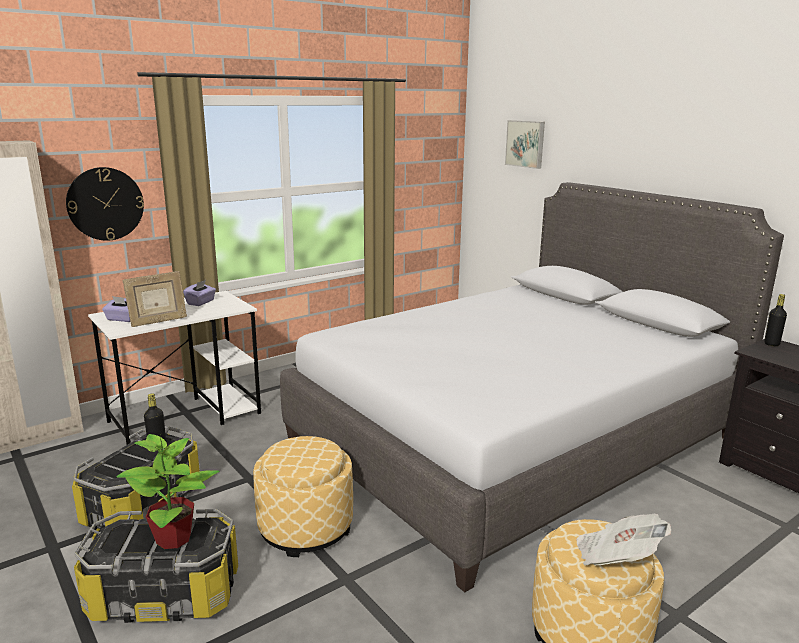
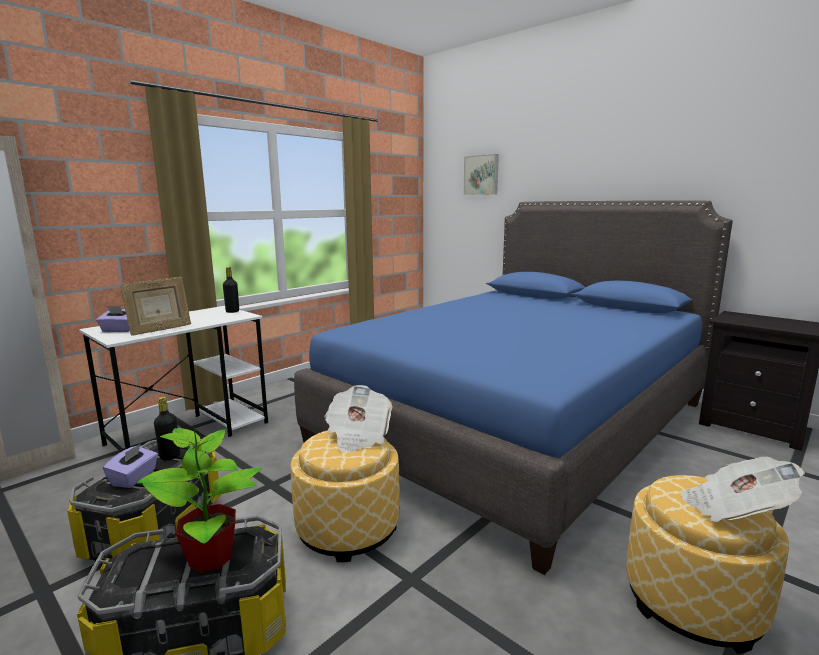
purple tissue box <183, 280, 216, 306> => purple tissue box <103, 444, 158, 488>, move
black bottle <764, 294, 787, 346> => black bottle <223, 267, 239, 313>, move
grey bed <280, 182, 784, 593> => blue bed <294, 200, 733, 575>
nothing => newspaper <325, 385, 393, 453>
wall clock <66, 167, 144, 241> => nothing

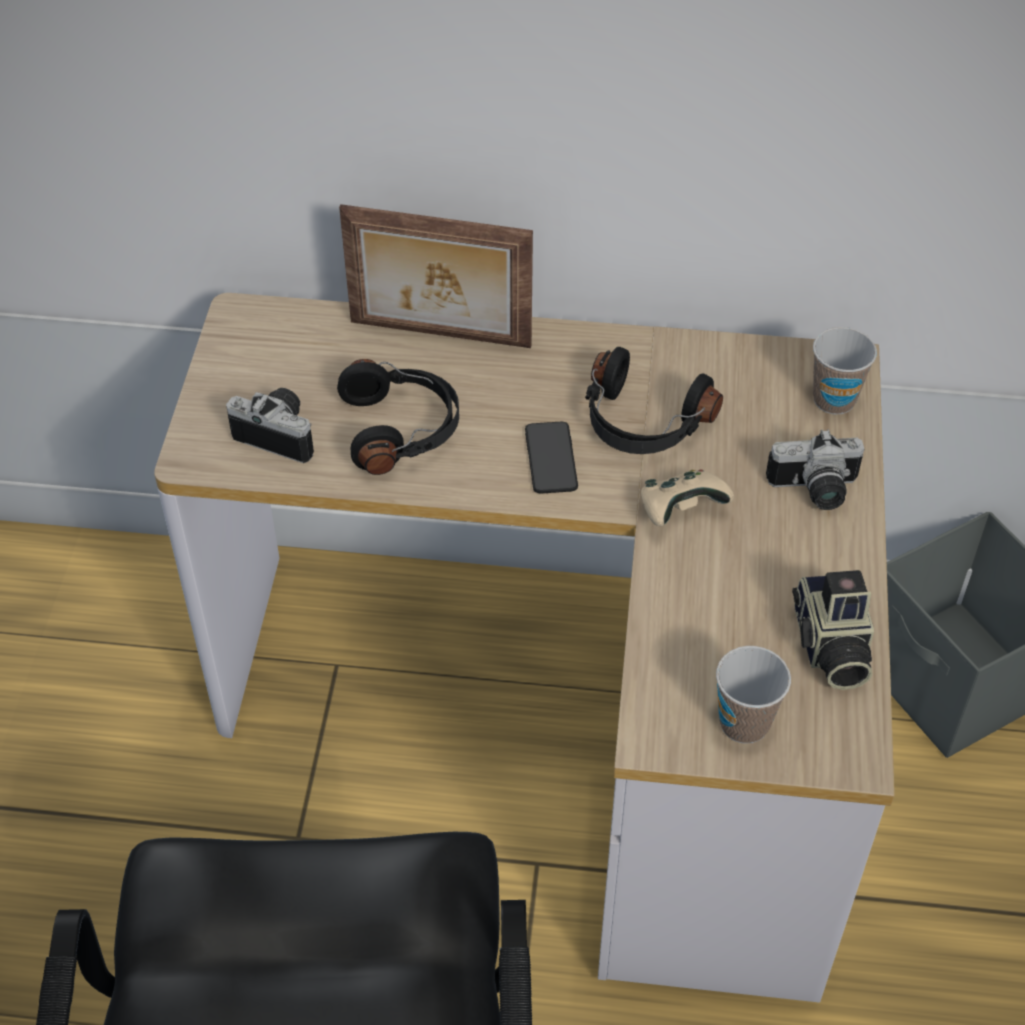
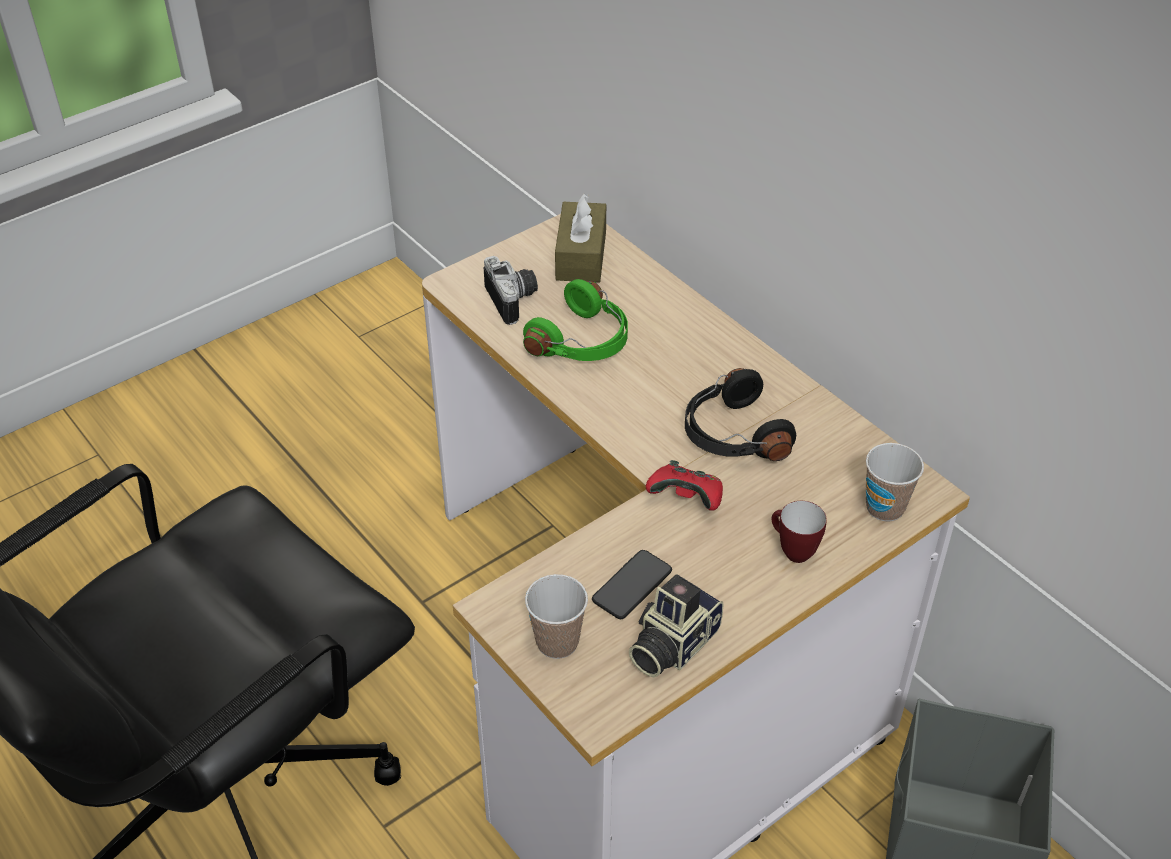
black headphones <337, 359, 459, 475> => green headphones <523, 279, 628, 361>
nothing => brown tissue box <555, 194, 606, 283>
phone <525, 422, 578, 494> => phone <592, 550, 672, 619>, move
beige game controller <641, 470, 734, 526> => red game controller <646, 460, 723, 511>
photo camera <766, 429, 864, 510> => mug <772, 501, 827, 563>
picture frame <339, 204, 533, 348> => nothing

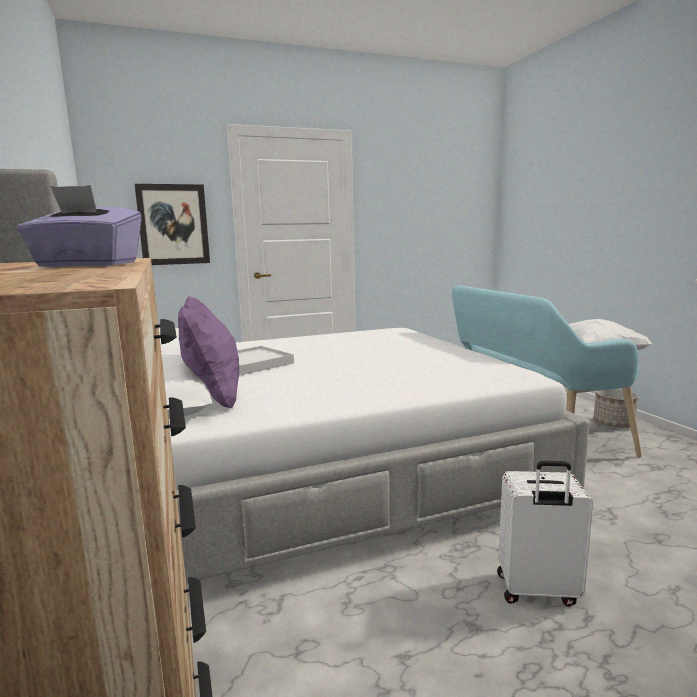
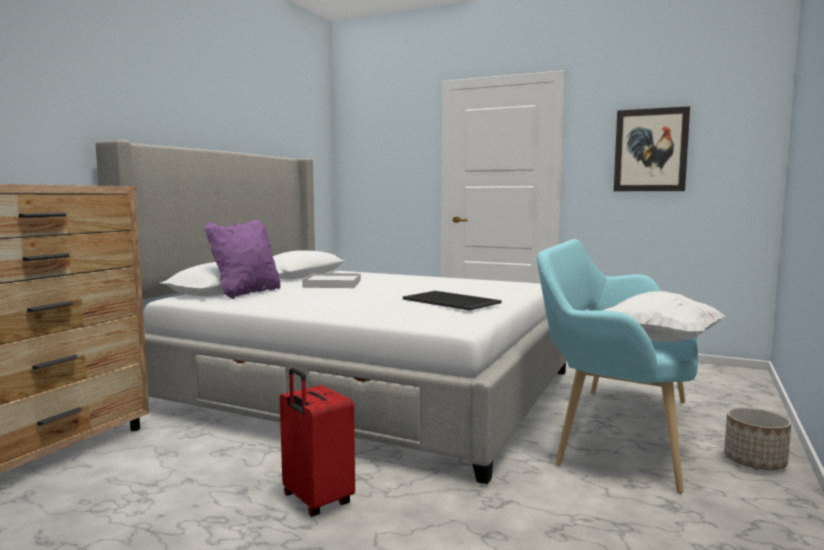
white suitcase <497, 461, 593, 607> => red suitcase <280, 368, 355, 516>
nothing => tray <403, 291, 501, 311>
picture <135, 184, 210, 265> => picture <614, 106, 690, 191>, move
purple tissue box <17, 185, 142, 267> => nothing

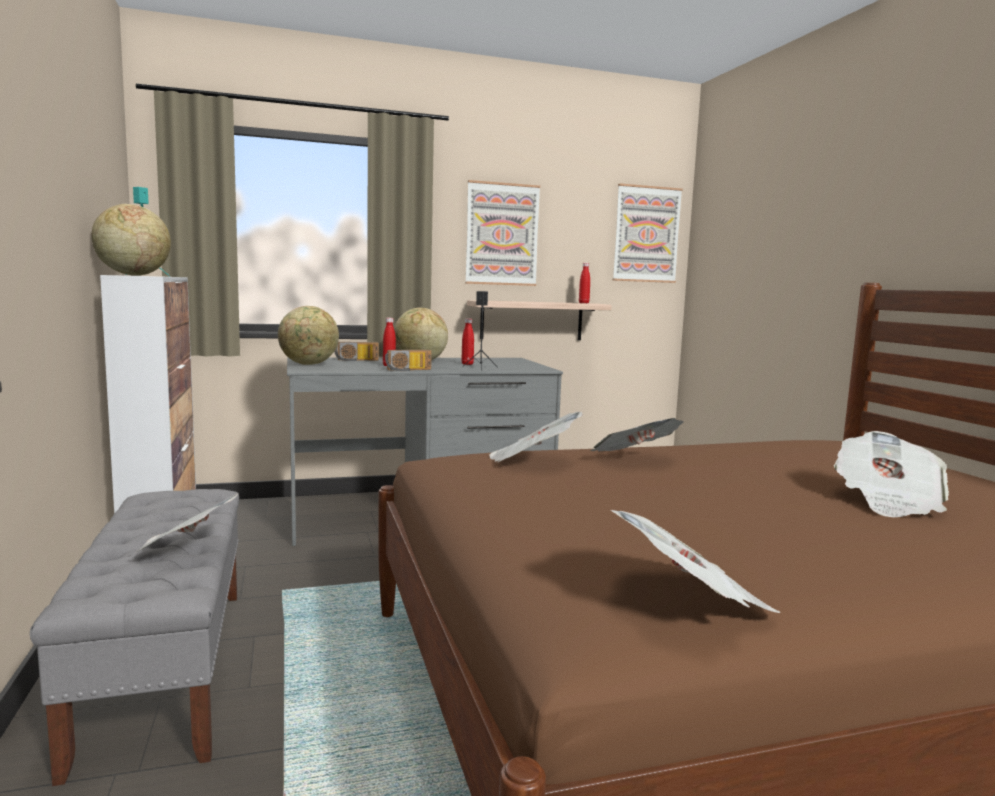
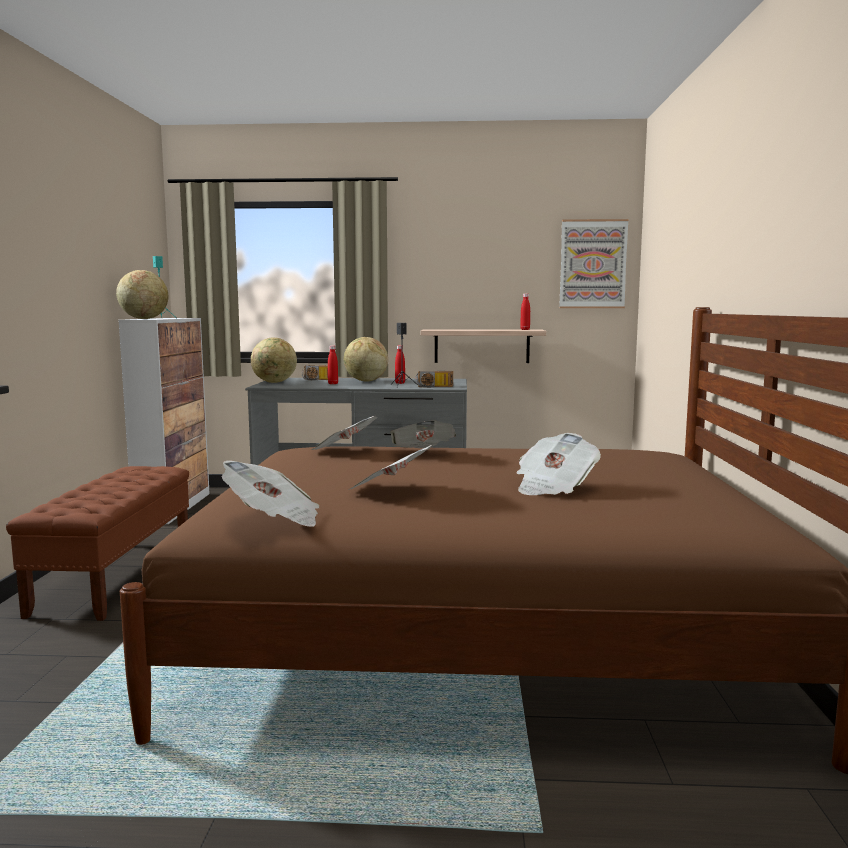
grey bench <30, 489, 239, 786> => brown bench <6, 466, 189, 621>
newspaper <135, 493, 238, 553> => newspaper <348, 445, 431, 490>, move
radio <385, 350, 431, 371> => radio <416, 371, 453, 388>, move
picture <465, 180, 540, 286> => nothing

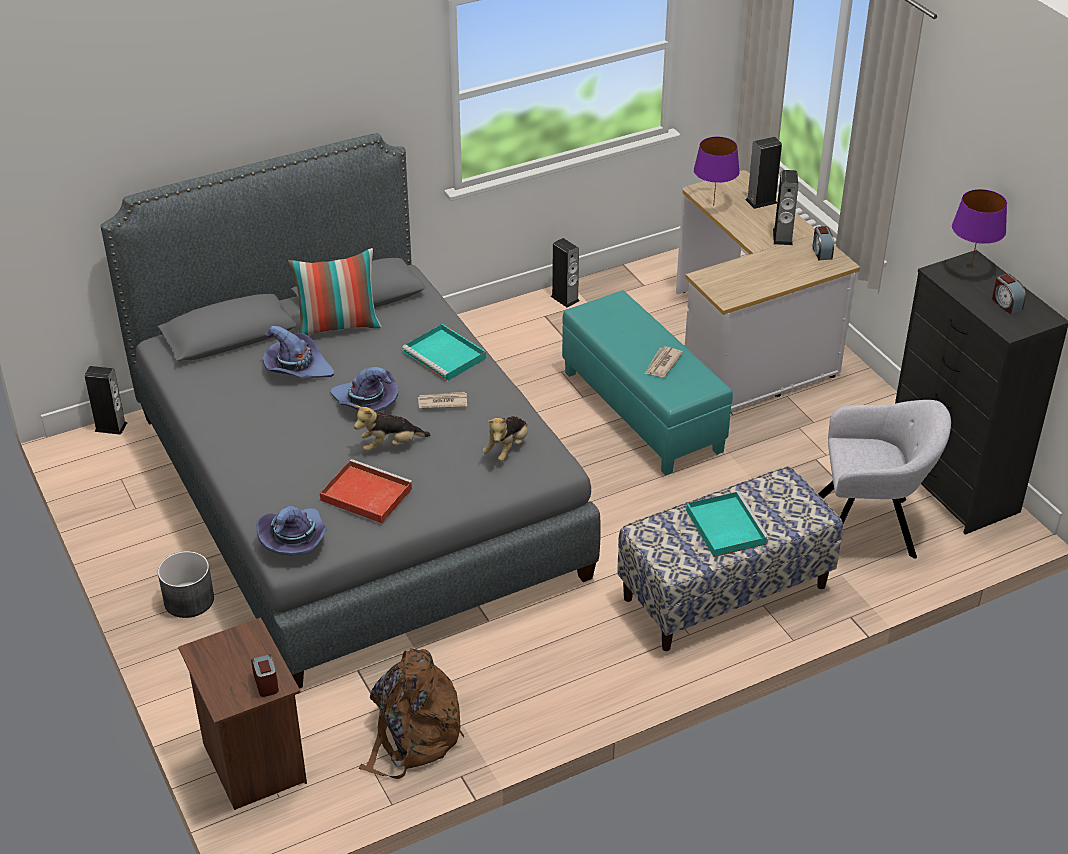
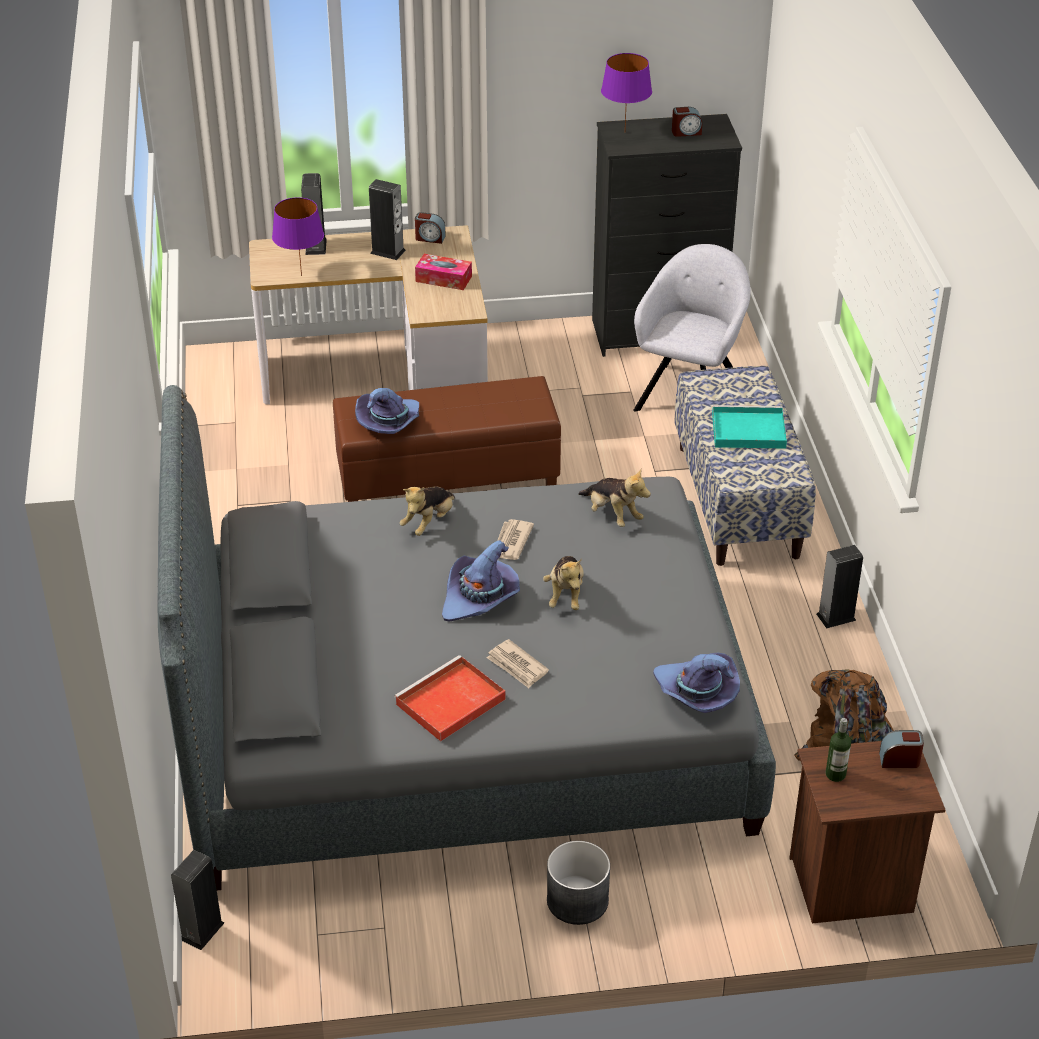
turquoise ottoman <562, 290, 733, 475> => brown ottoman <333, 376, 561, 502>
purple hat <263, 326, 334, 379> => purple hat <355, 388, 419, 434>, move
red tray <320, 459, 413, 523> => red tray <394, 655, 506, 741>, move
turquoise tray <402, 324, 486, 381> => plush toy <400, 486, 455, 536>
nothing => tissue box <415, 254, 472, 290>
newspaper <645, 347, 683, 377> => newspaper <487, 639, 549, 688>, move
speaker <550, 238, 579, 307> => speaker <816, 545, 863, 629>, move
nothing => bottle <826, 718, 851, 782>
pillow <288, 248, 382, 336> => nothing

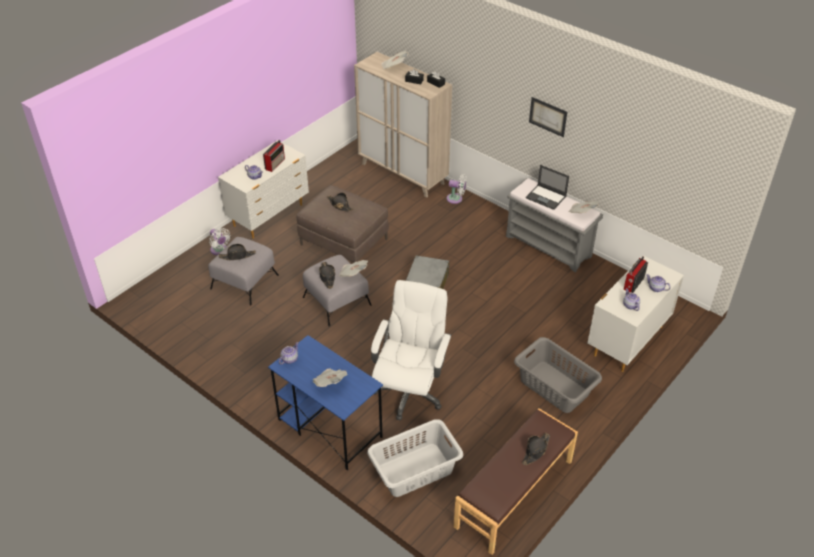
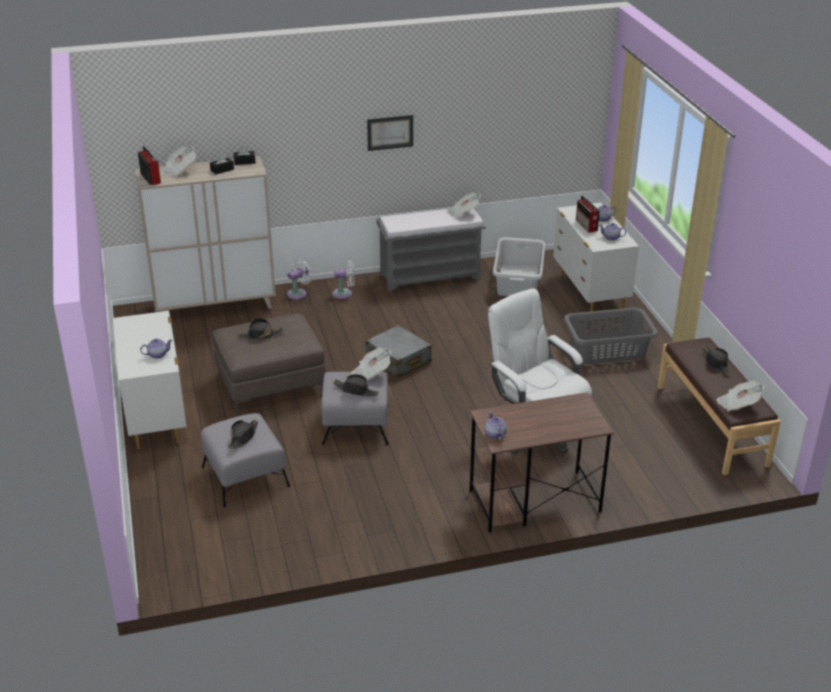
radio <263, 140, 285, 172> => radio <138, 146, 161, 185>, move
white fan <209, 228, 230, 255> => white fan <333, 261, 355, 299>, move
blue desk <268, 335, 383, 471> => brown desk <469, 392, 614, 533>
grey laundry basket <367, 419, 463, 497> => grey laundry basket <493, 237, 545, 296>, move
newspaper <312, 368, 348, 387> => newspaper <716, 381, 765, 412>, move
laptop <526, 165, 569, 210> => nothing

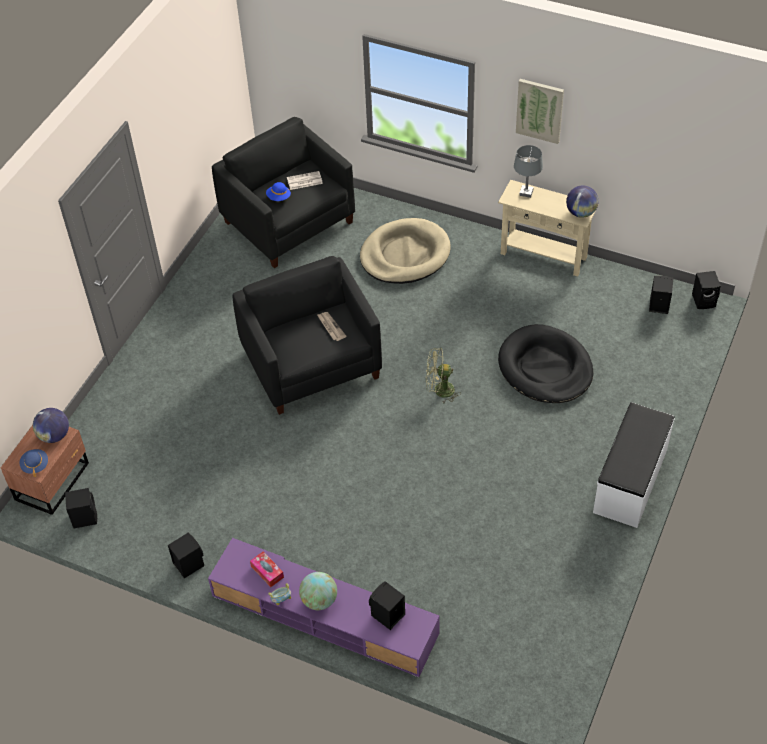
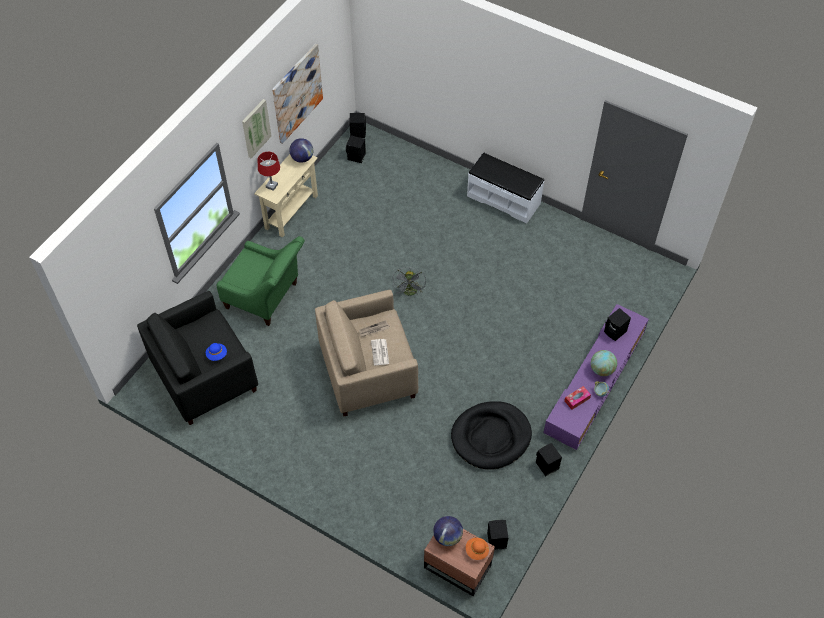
beige dog bed <360, 218, 451, 284> => green armchair <216, 236, 305, 326>
grey table lamp <514, 145, 543, 198> => red table lamp <258, 152, 280, 191>
nothing => picture <272, 44, 323, 144>
black armchair <233, 256, 382, 415> => beige armchair <315, 290, 418, 416>
newspaper <287, 171, 323, 190> => newspaper <371, 339, 389, 365>, move
green fan <426, 348, 461, 403> => grey fan <393, 267, 426, 296>
black dog bed <498, 324, 593, 403> => black dog bed <451, 401, 532, 470>, move
blue hat <20, 449, 48, 477> => orange hat <466, 538, 489, 560>

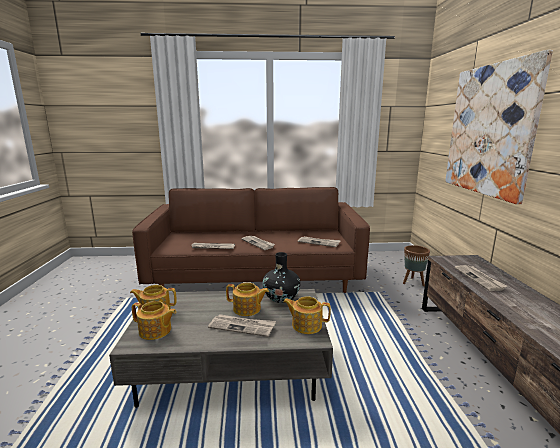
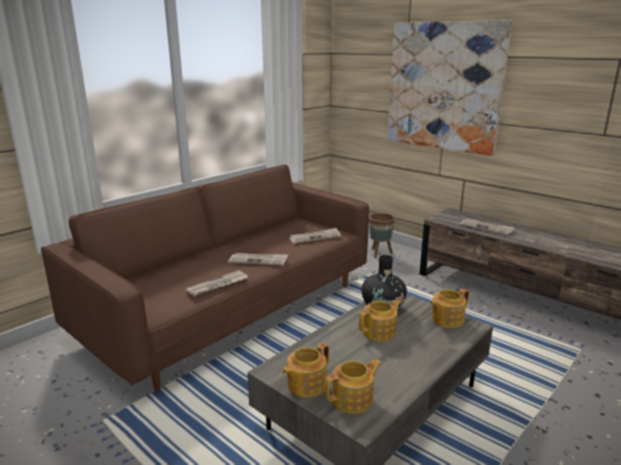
newspaper <208, 314, 276, 337> => nothing

